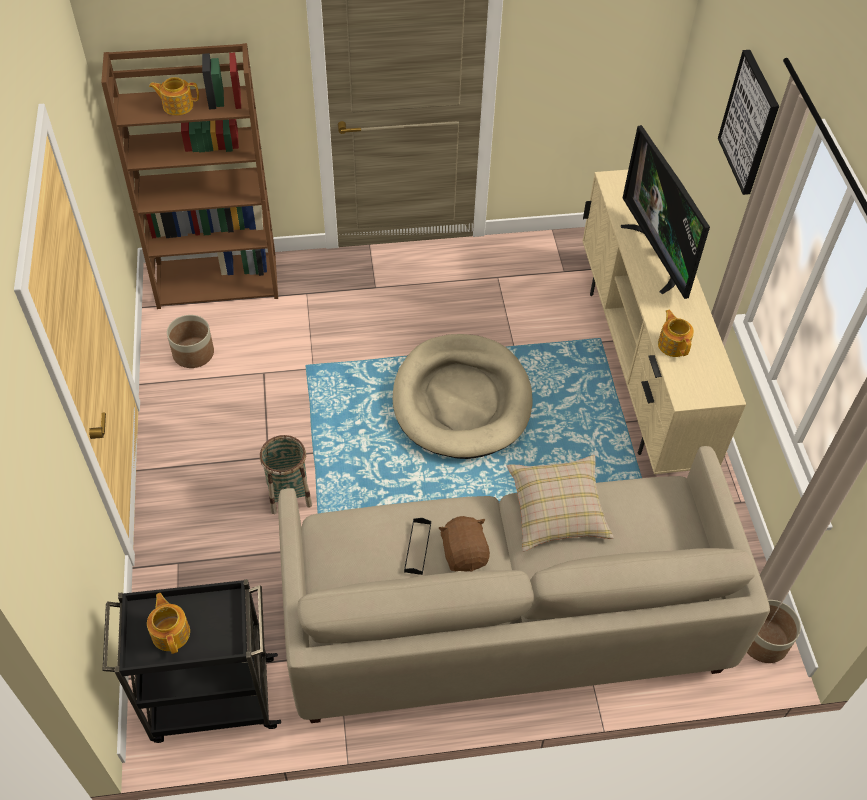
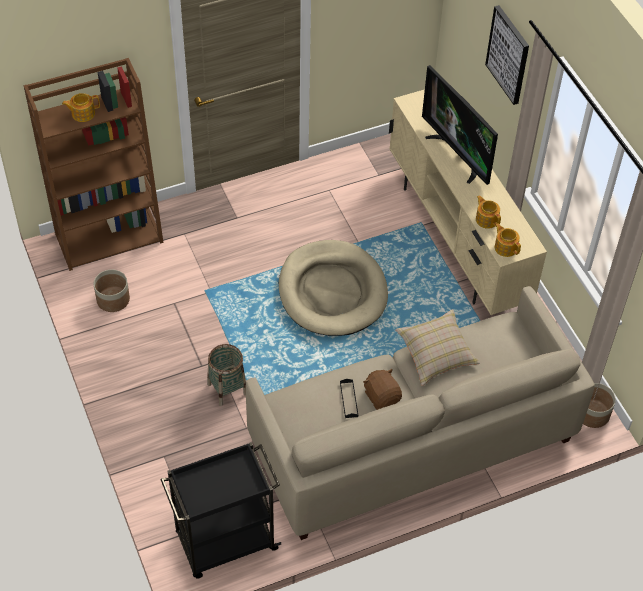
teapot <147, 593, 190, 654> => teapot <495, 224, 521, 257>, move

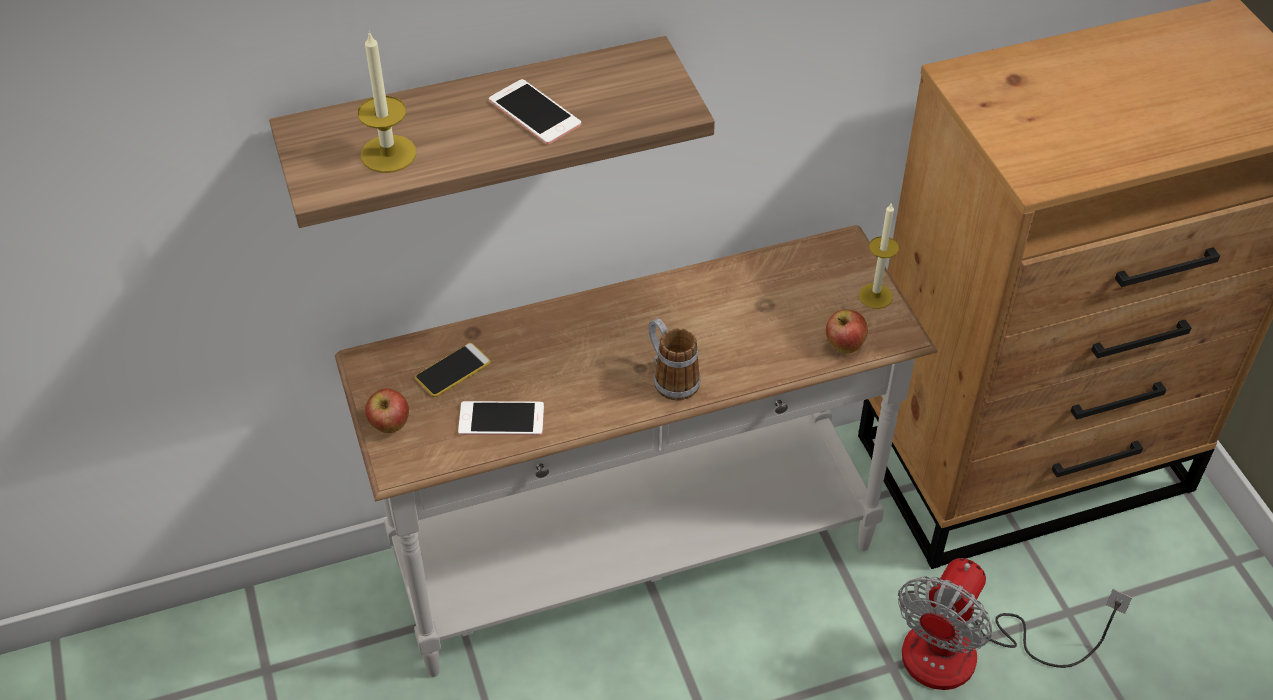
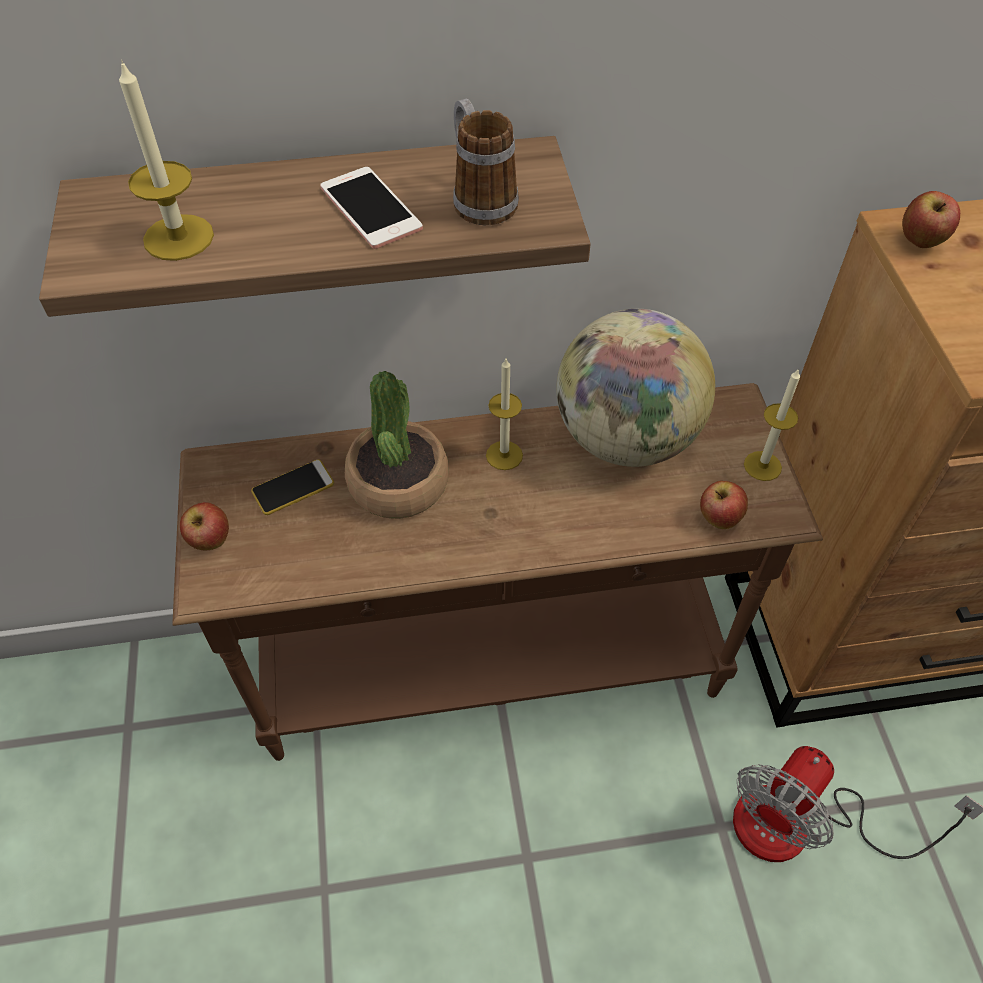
white console table <335, 225, 937, 677> => brown console table <172, 383, 823, 761>
nothing => potted plant <345, 371, 449, 519>
mug <648, 318, 700, 401> => mug <453, 99, 519, 225>, move
nothing => candle <486, 359, 523, 470>
nothing => globe <556, 309, 715, 467>
nothing => apple <902, 191, 960, 248>
phone <458, 401, 544, 436> => nothing

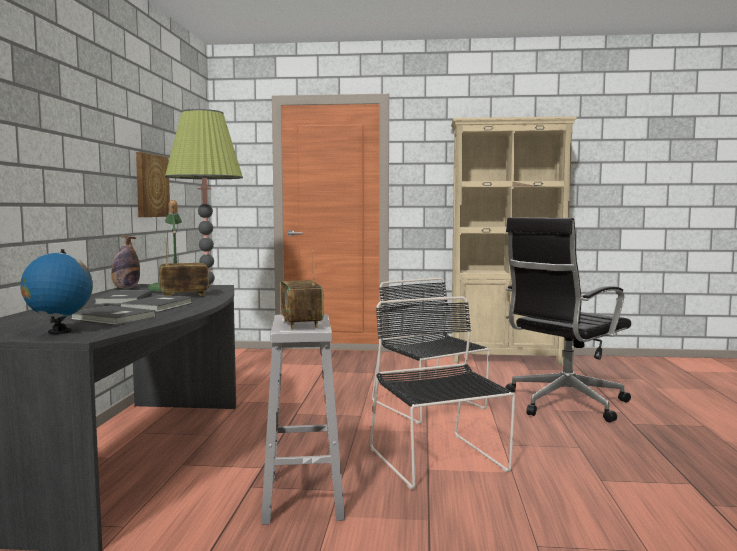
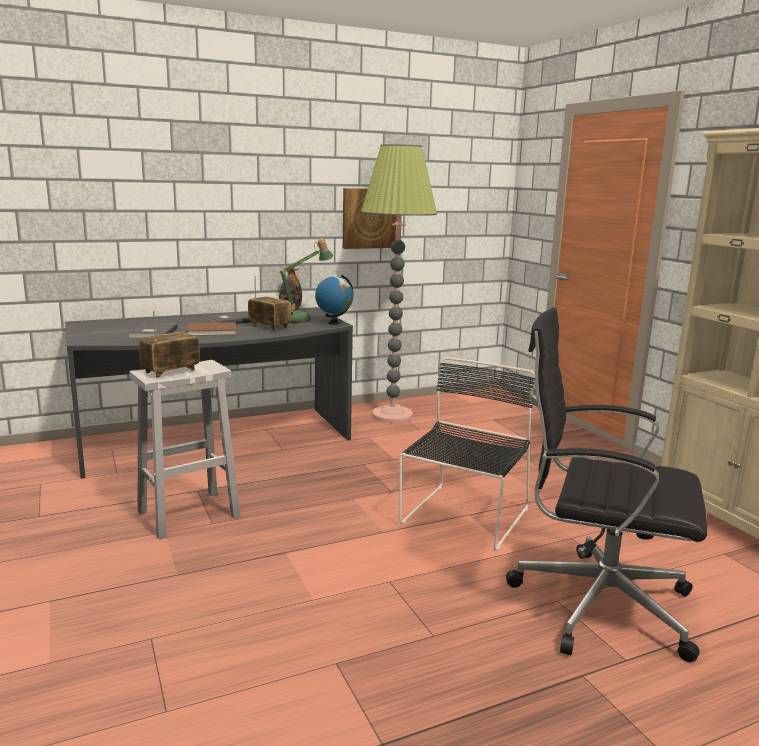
grey book <119, 295, 193, 312> => brown book <187, 322, 237, 336>
globe <20, 249, 93, 334> => globe <315, 275, 353, 325>, move
black chair <370, 296, 515, 489> => nothing

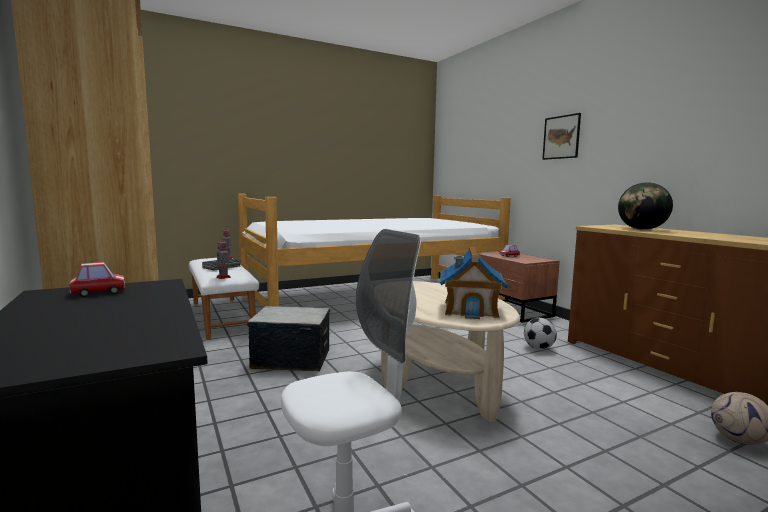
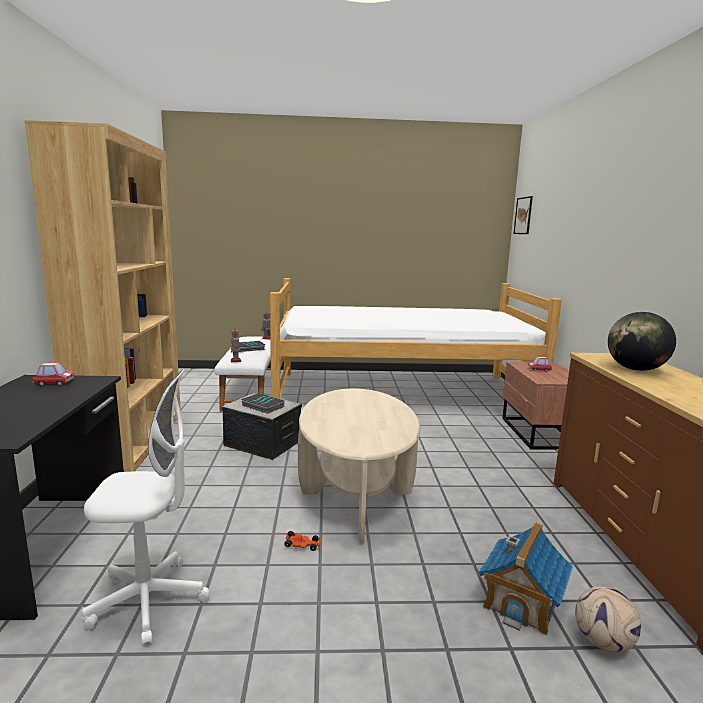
nothing => book <242, 393, 284, 414>
nothing => toy car <284, 531, 321, 551>
toy house <440, 247, 508, 319> => toy house <479, 522, 573, 636>, move
picture <542, 113, 581, 160> => picture <513, 196, 533, 234>, move
football <524, 318, 557, 350> => nothing

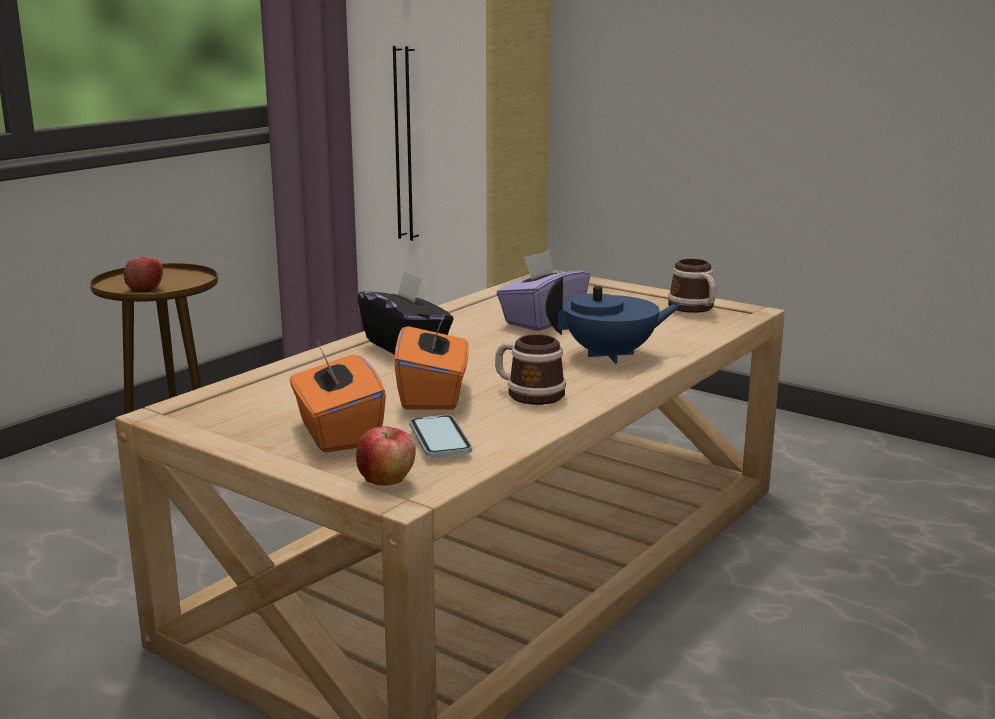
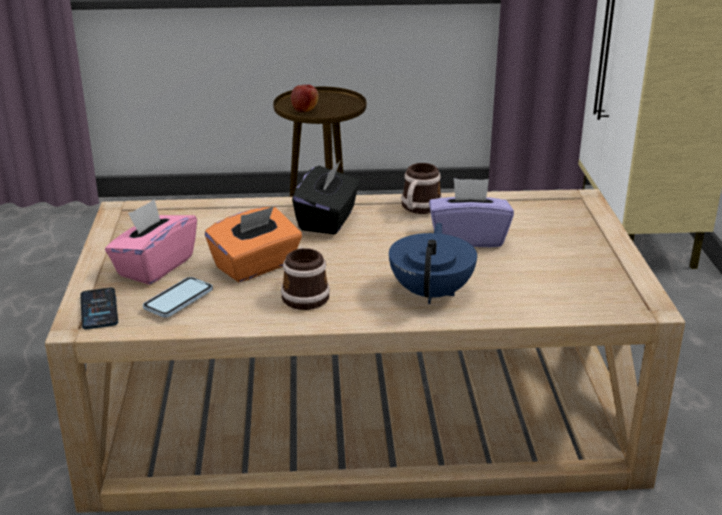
apple <356, 426, 416, 486> => phone <80, 288, 118, 329>
orange tissue box <290, 341, 386, 453> => pink tissue box <105, 199, 197, 285>
blue teapot <546, 276, 683, 364> => blue teapot <389, 223, 477, 304>, 120 degrees counterclockwise
mug <668, 259, 716, 313> => mug <401, 163, 442, 214>, move

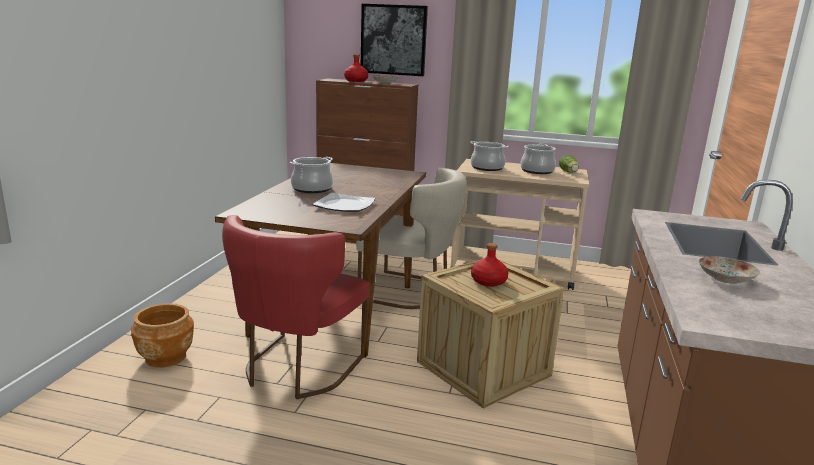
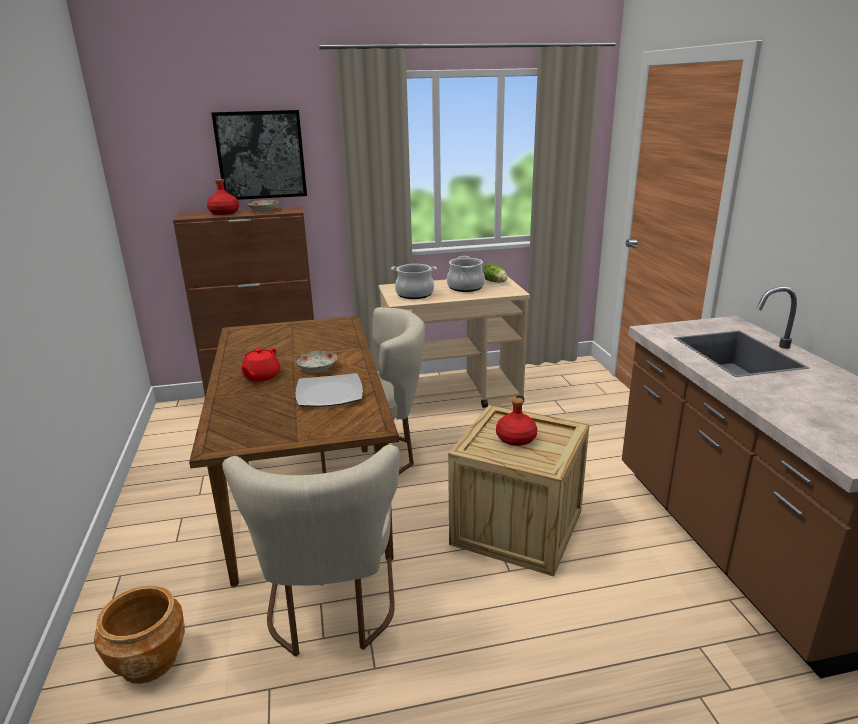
red chair <222, 215, 370, 399> => beige chair <222, 445, 400, 657>
cooking pot <290, 157, 333, 193> => red teapot <240, 348, 281, 382>
plate <699, 256, 760, 284> => plate <295, 351, 337, 372>, move

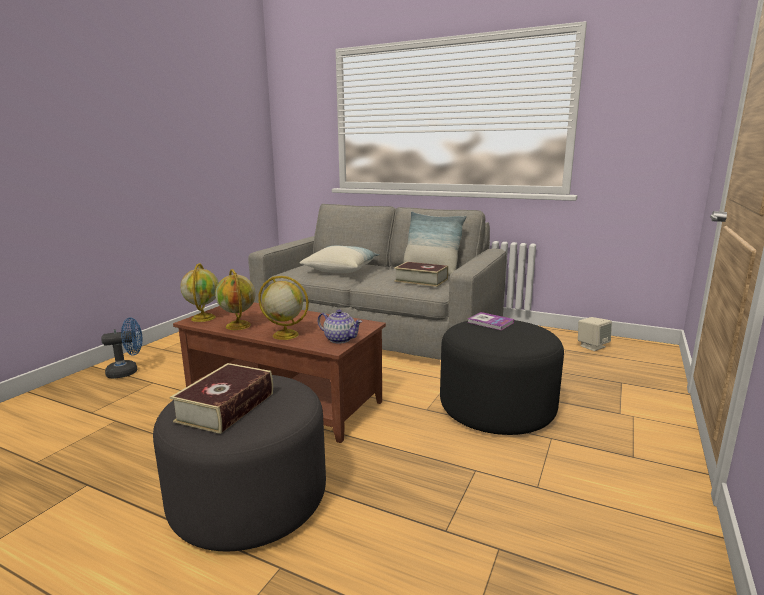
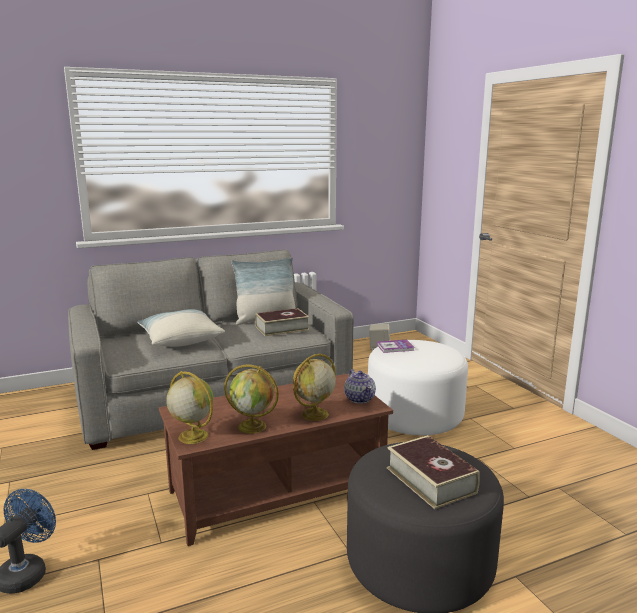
teapot <318, 310, 362, 343> => teapot <344, 369, 376, 404>, 90 degrees clockwise
black ottoman <440, 320, 564, 435> => white ottoman <368, 340, 468, 435>

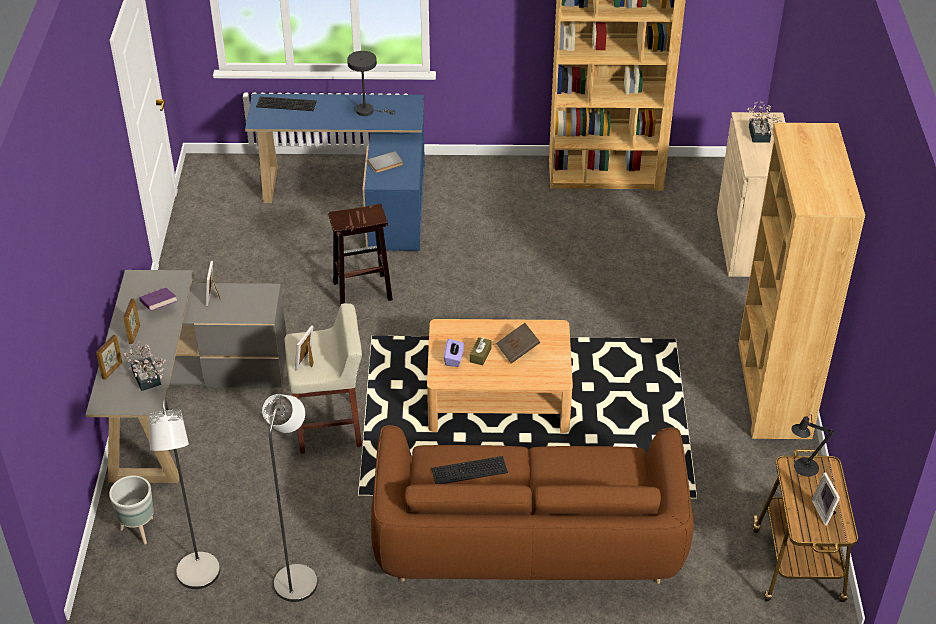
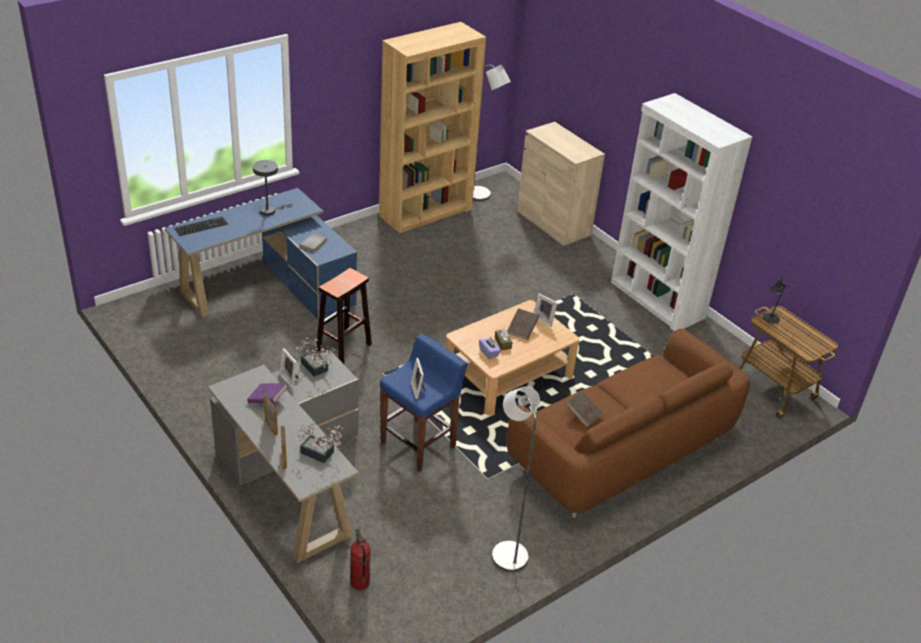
potted plant <747, 101, 782, 142> => potted plant <296, 337, 336, 377>, move
grey planter <109, 476, 154, 544> => fire extinguisher <350, 529, 371, 590>
beige stool <285, 303, 362, 454> => blue stool <380, 334, 467, 472>
grey floor lamp <149, 400, 220, 589> => grey floor lamp <473, 65, 511, 201>, move
picture frame <812, 472, 840, 526> => picture frame <534, 293, 557, 327>, move
keyboard <431, 456, 508, 484> => brown book <566, 391, 603, 427>
brown bookcase <738, 123, 865, 439> => white bookcase <611, 93, 752, 332>

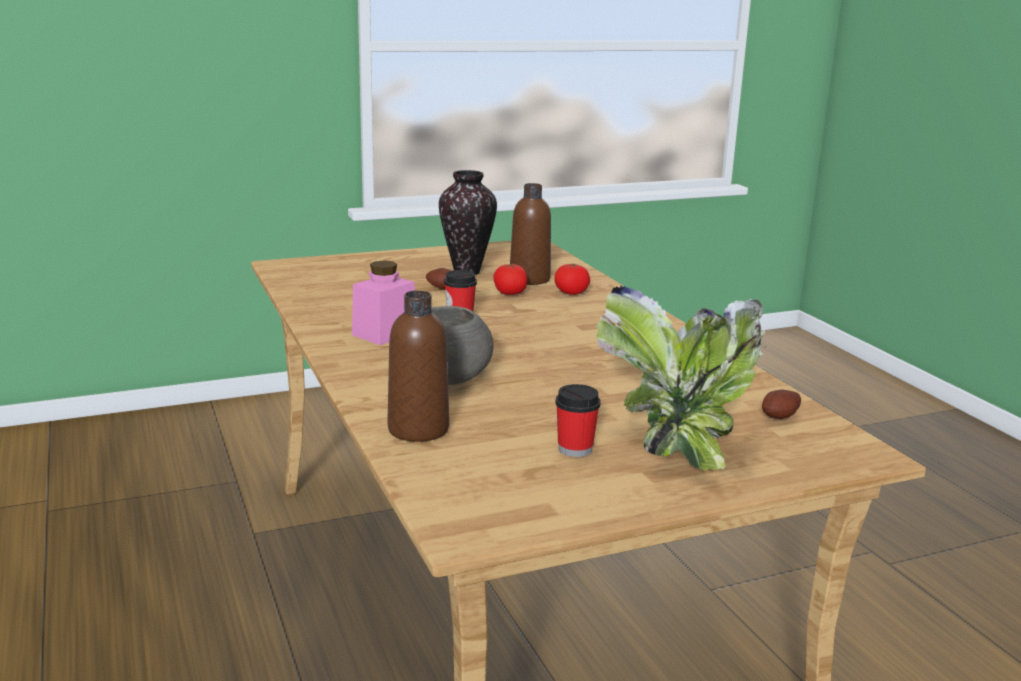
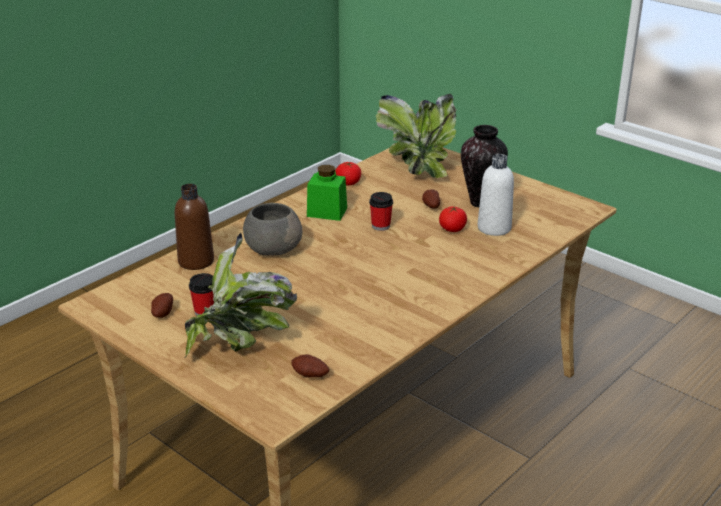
nothing => potato <151, 293, 173, 318>
pink jar <352, 260, 415, 345> => green jar <307, 165, 347, 221>
tomato <554, 264, 590, 295> => tomato <335, 162, 361, 185>, move
nothing => potted plant <376, 94, 457, 178>
brown bottle <510, 183, 551, 285> => white bottle <478, 154, 514, 236>

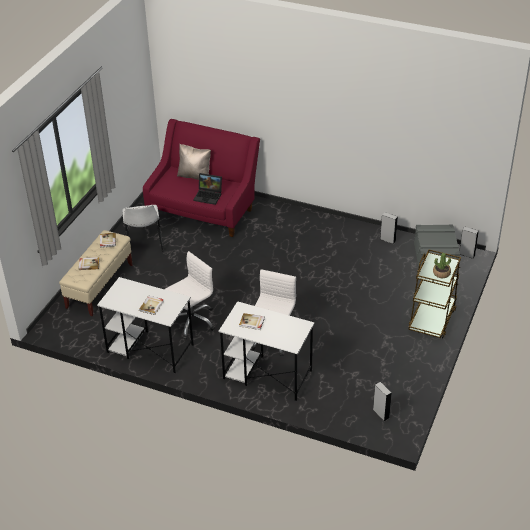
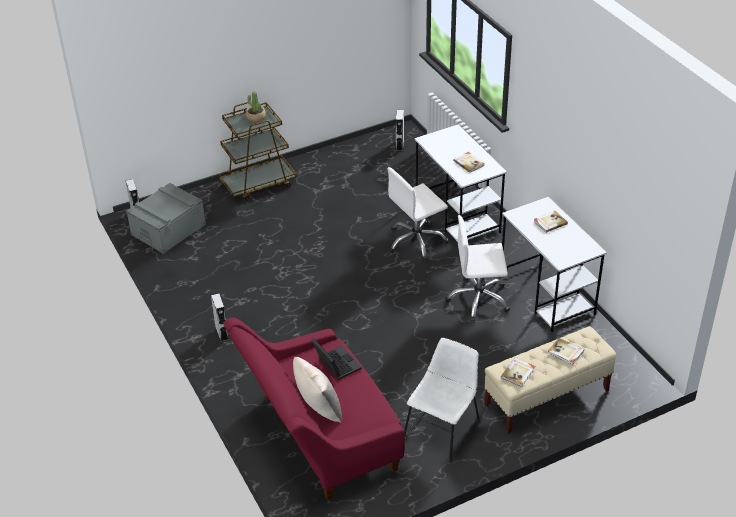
grey speaker <380, 212, 398, 244> => grey speaker <211, 293, 229, 342>, move

